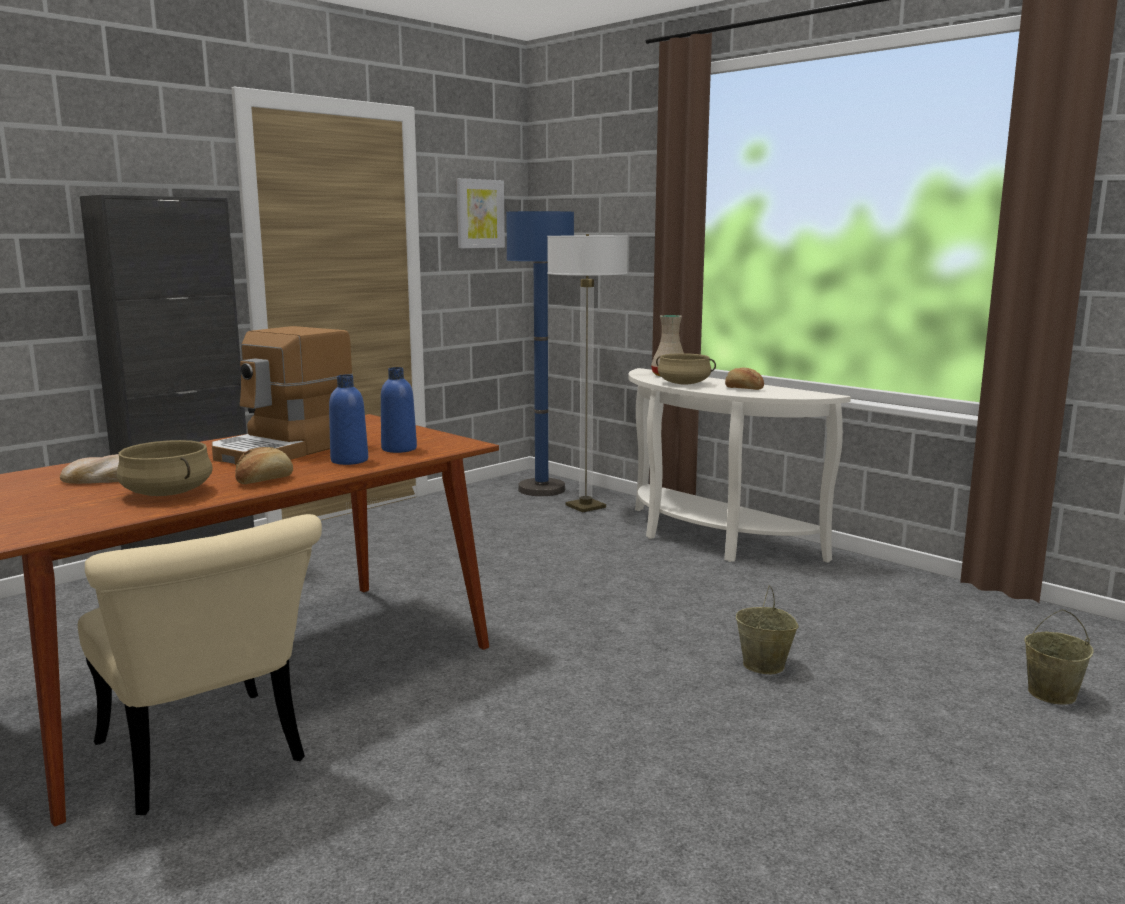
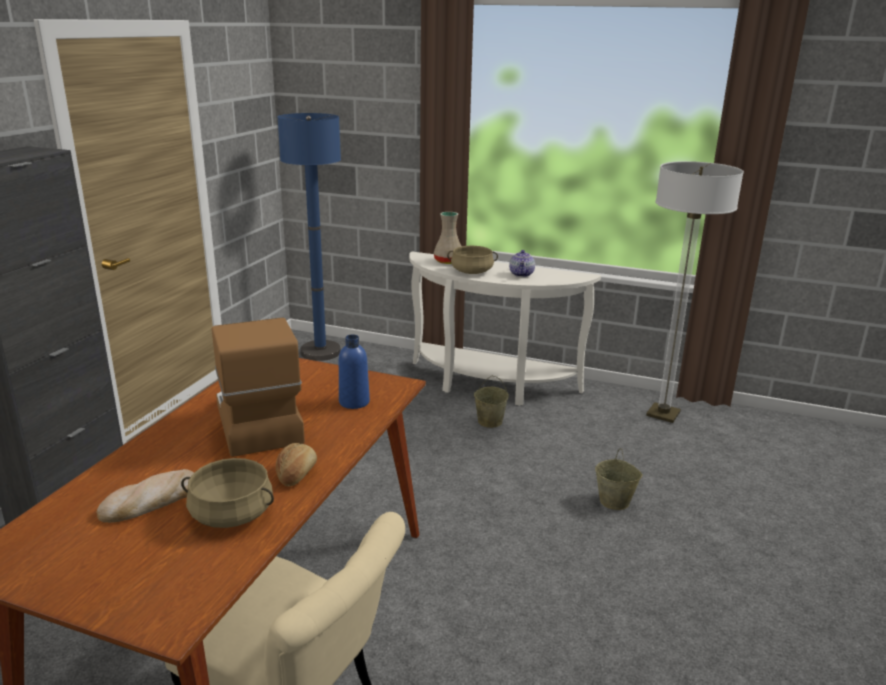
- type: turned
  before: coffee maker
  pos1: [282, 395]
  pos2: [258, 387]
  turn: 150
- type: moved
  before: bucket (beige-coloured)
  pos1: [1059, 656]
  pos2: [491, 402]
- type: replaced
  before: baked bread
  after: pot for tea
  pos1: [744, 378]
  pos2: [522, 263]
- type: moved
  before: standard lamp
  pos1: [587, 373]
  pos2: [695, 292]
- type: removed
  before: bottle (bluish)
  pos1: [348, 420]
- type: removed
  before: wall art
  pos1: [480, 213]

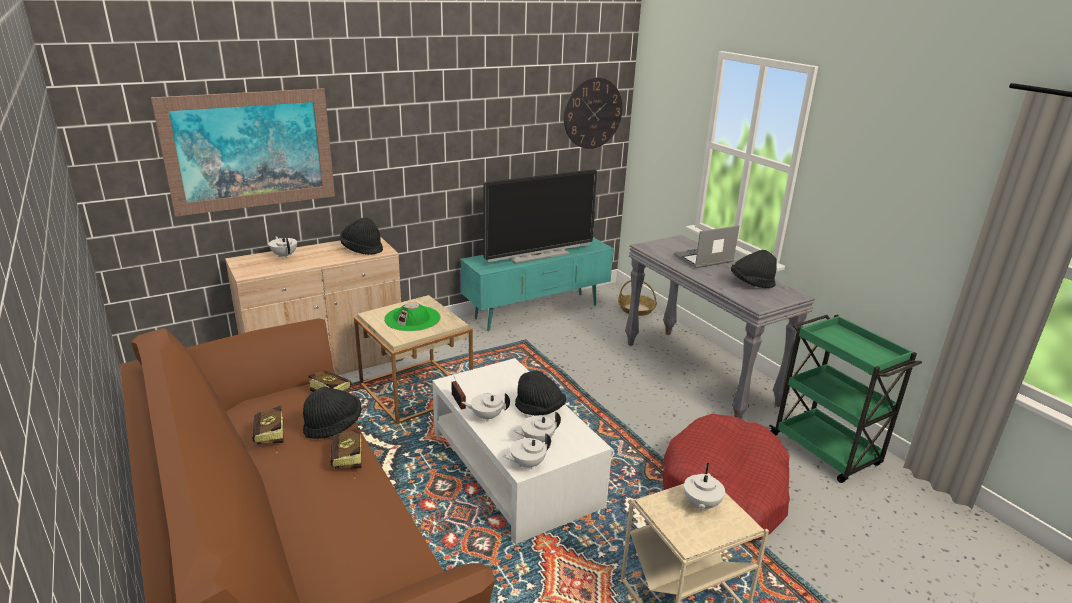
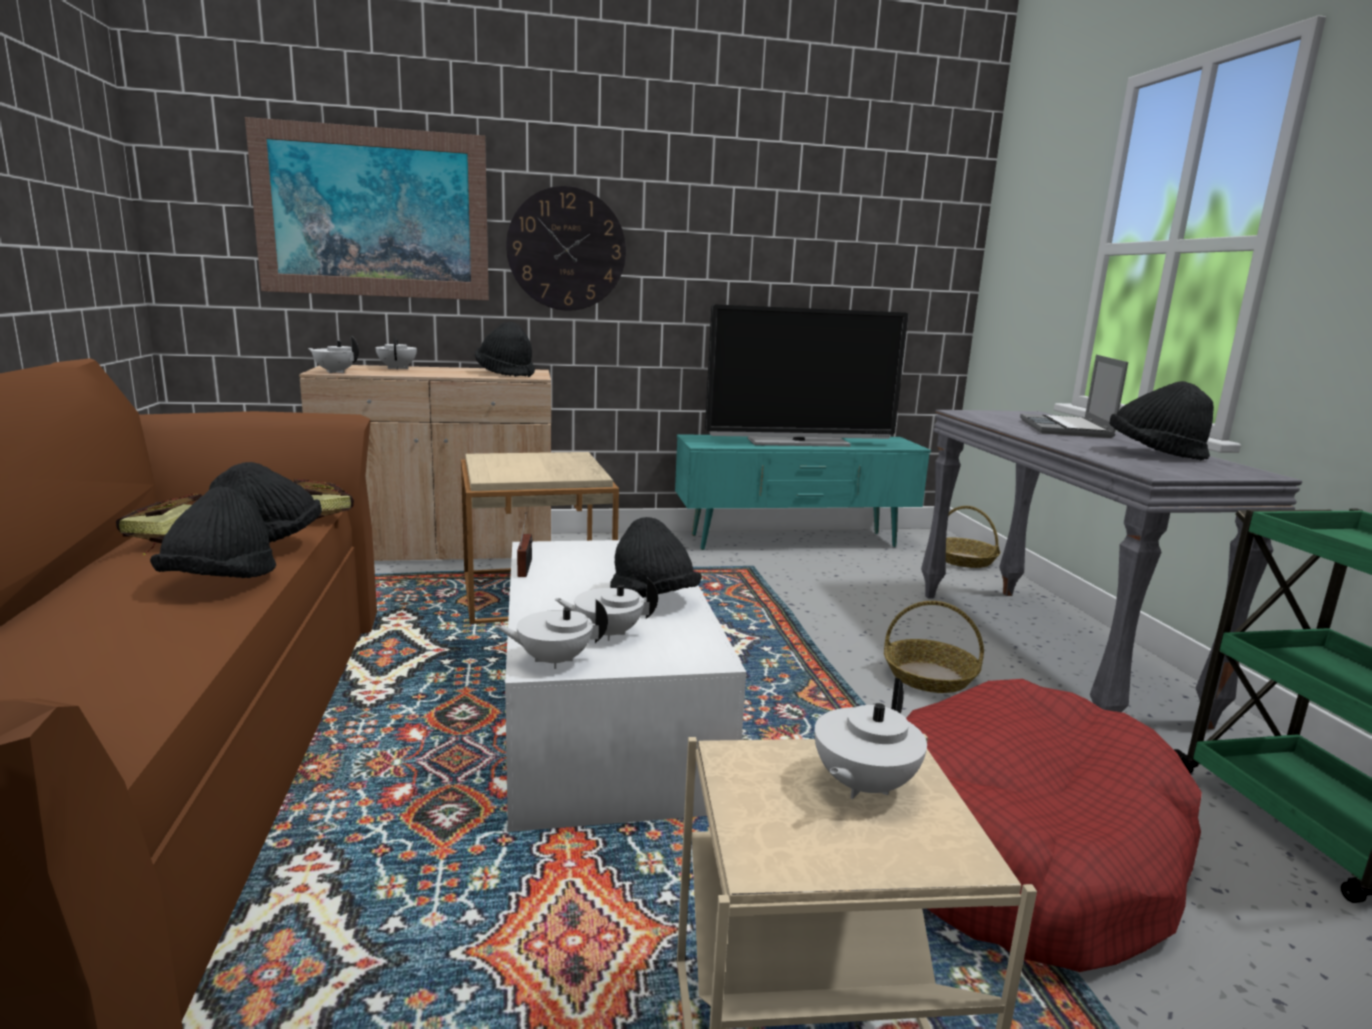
- type: replaced
  before: bound book
  after: hat (blackish)
  pos1: [346, 453]
  pos2: [213, 532]
- type: moved
  before: pot for tea (whitish)
  pos1: [486, 406]
  pos2: [333, 354]
- type: moved
  before: hanging clock
  pos1: [593, 113]
  pos2: [566, 248]
- type: added
  after: storage basket
  pos2: [934, 647]
- type: turned
  before: laptop
  pos1: [706, 246]
  pos2: [1074, 396]
  turn: -75
- type: removed
  before: hat (green-coloured)
  pos1: [412, 316]

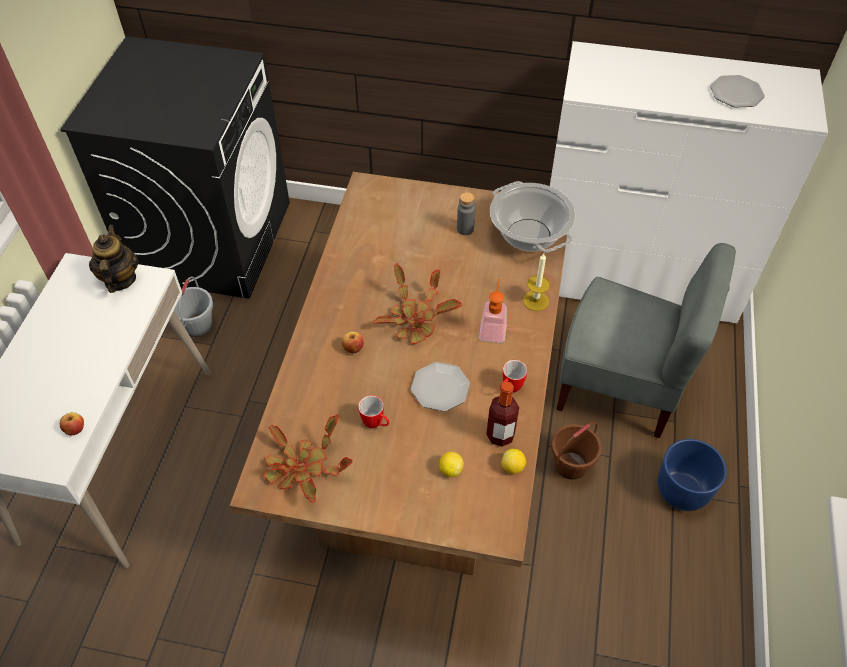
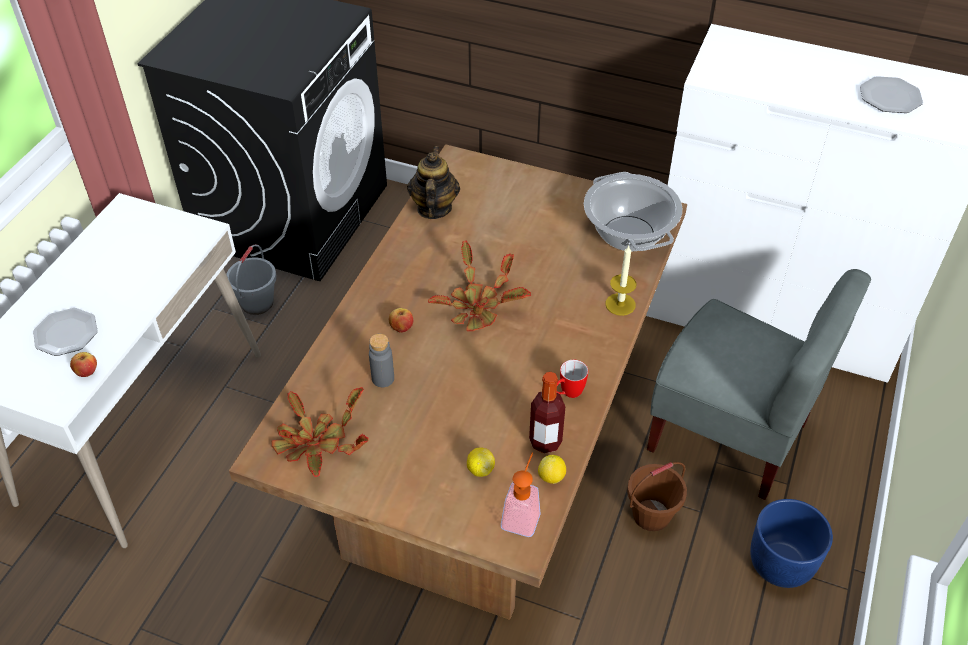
- type: moved
  before: dinner plate
  pos1: [440, 387]
  pos2: [65, 332]
- type: moved
  before: bottle (greyish)
  pos1: [466, 213]
  pos2: [381, 360]
- type: moved
  before: pot for tea
  pos1: [113, 259]
  pos2: [433, 182]
- type: moved
  before: soap dispenser
  pos1: [492, 310]
  pos2: [521, 495]
- type: removed
  before: coffee mug
  pos1: [373, 411]

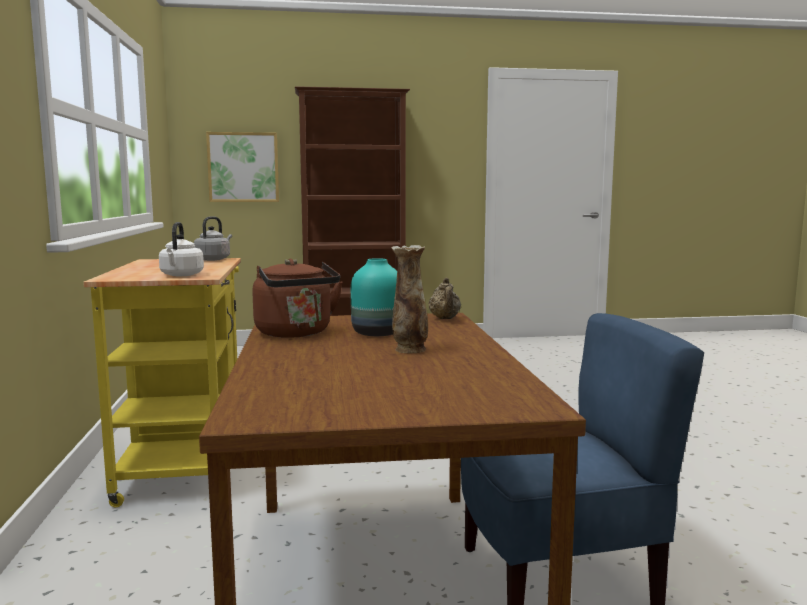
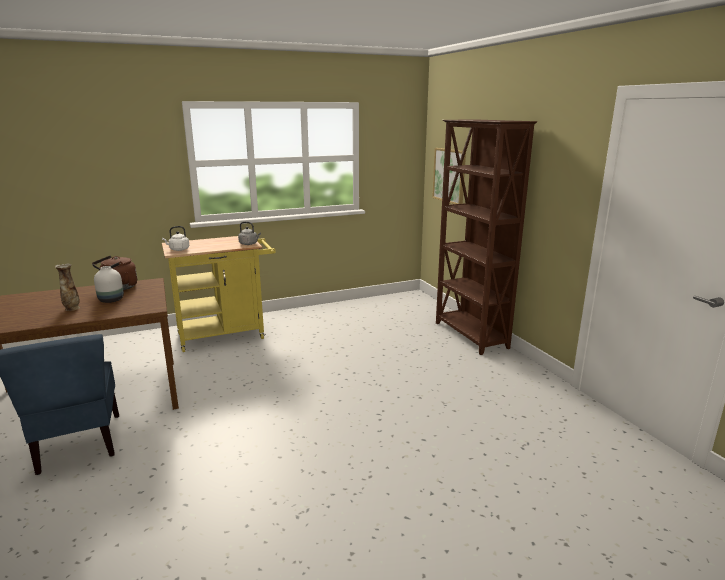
- type: recoloured
  before: flower vase (blue-green)
  after: flower vase (whitish)
  pos1: [374, 297]
  pos2: [109, 284]
- type: removed
  before: pot for tea (beige-coloured)
  pos1: [444, 298]

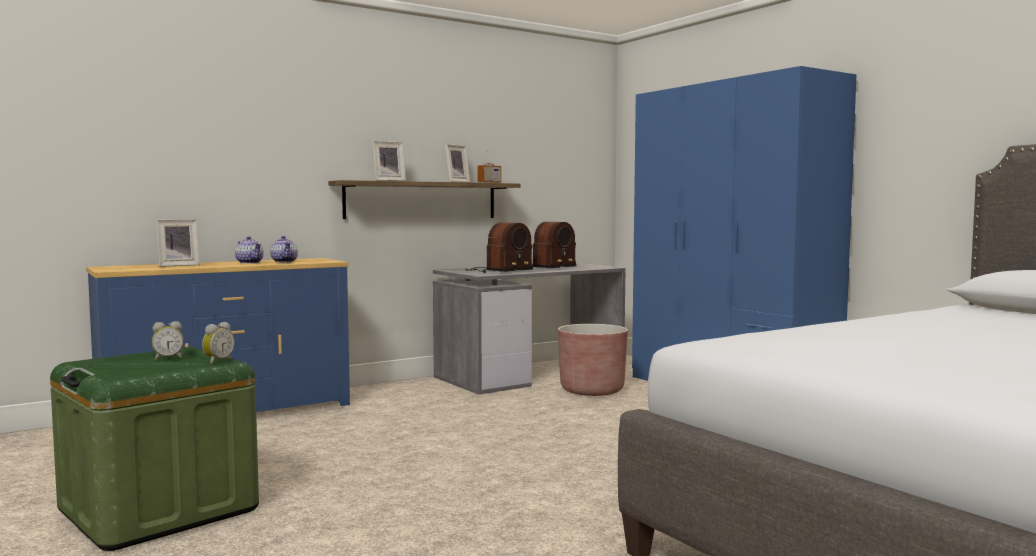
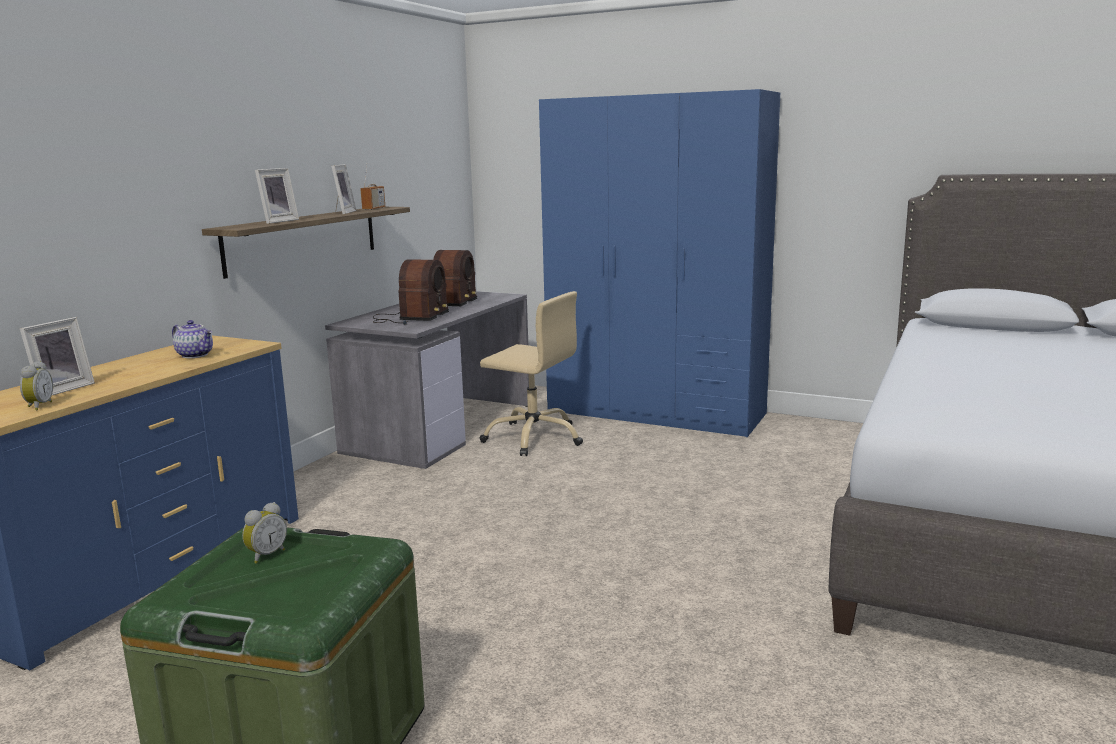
- type: moved
  before: bedside clock
  pos1: [218, 343]
  pos2: [36, 385]
- type: replaced
  before: flower pot (brown-coloured)
  after: computer chair (beige-coloured)
  pos1: [593, 360]
  pos2: [531, 373]
- type: removed
  before: pot for tea
  pos1: [249, 250]

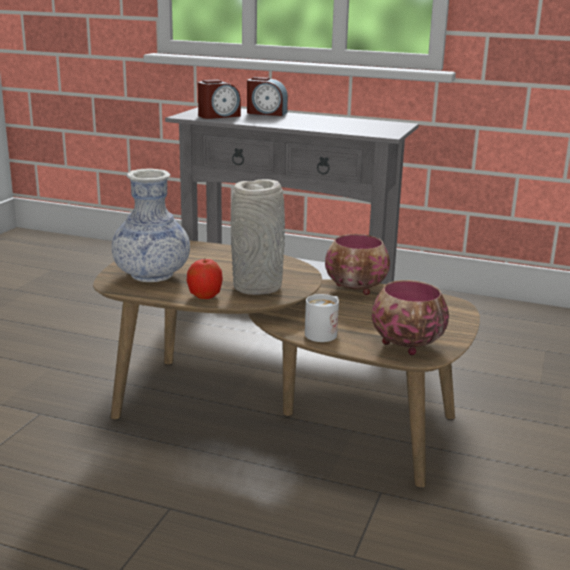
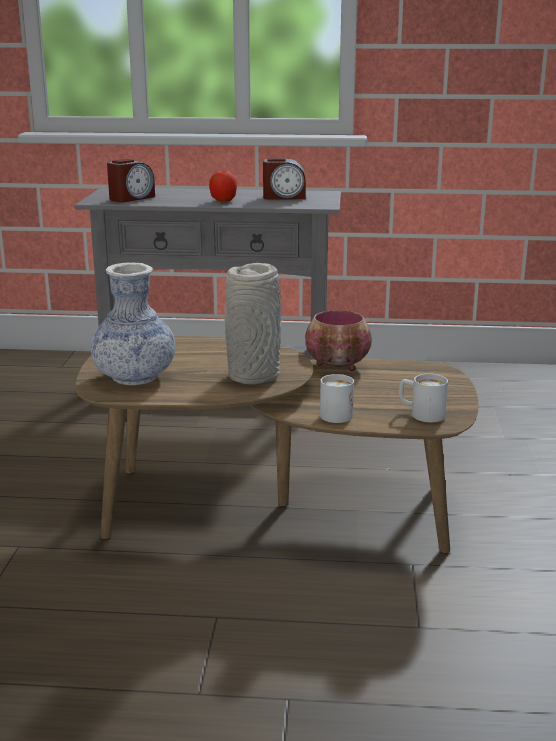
- type: moved
  before: whole apple
  pos1: [204, 279]
  pos2: [223, 186]
- type: moved
  before: bedside clock
  pos1: [267, 96]
  pos2: [284, 178]
- type: replaced
  before: bowl
  after: coffee mug (whitish)
  pos1: [410, 317]
  pos2: [423, 398]

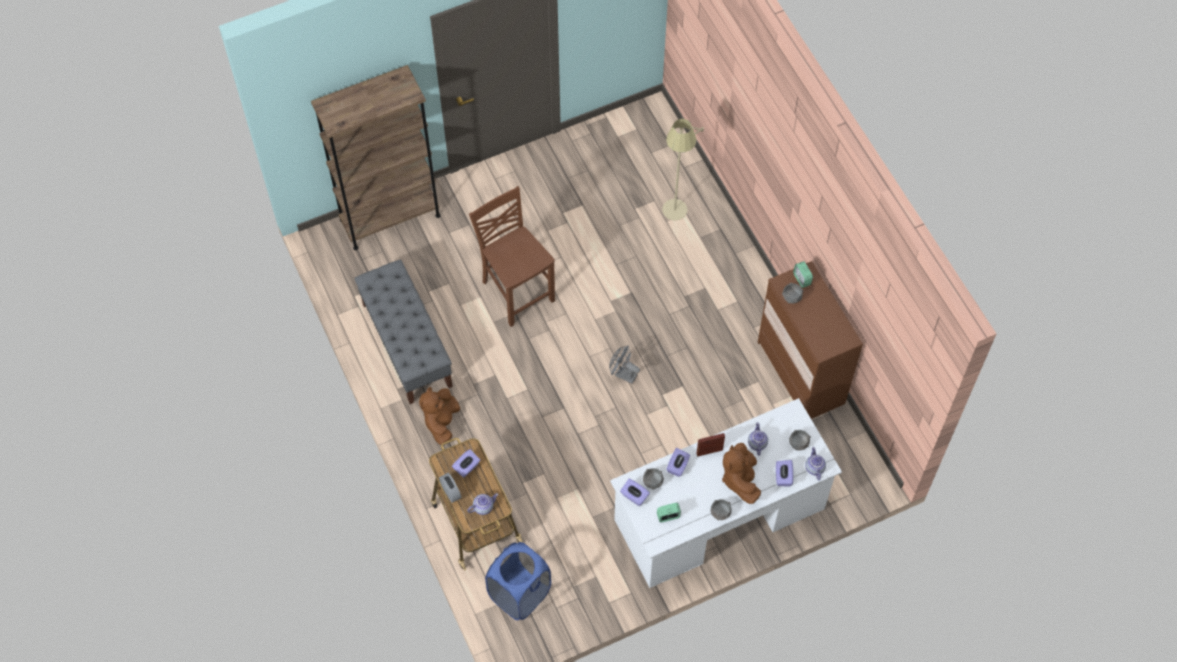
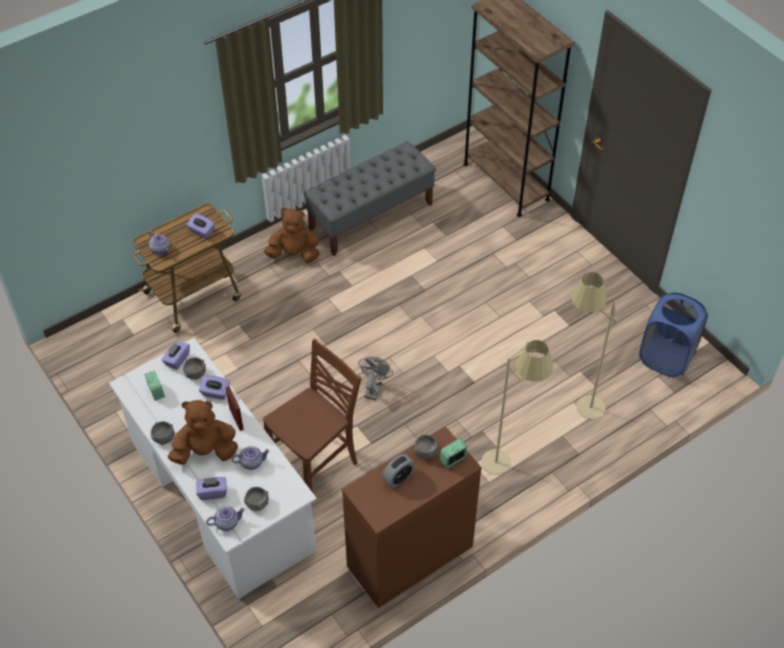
- type: moved
  before: plain chair (brown-coloured)
  pos1: [512, 256]
  pos2: [312, 421]
- type: moved
  before: bedside clock
  pos1: [450, 488]
  pos2: [399, 471]
- type: added
  after: standard lamp (beige-coloured)
  pos2: [517, 407]
- type: moved
  before: laundry basket (bluish)
  pos1: [518, 581]
  pos2: [673, 334]

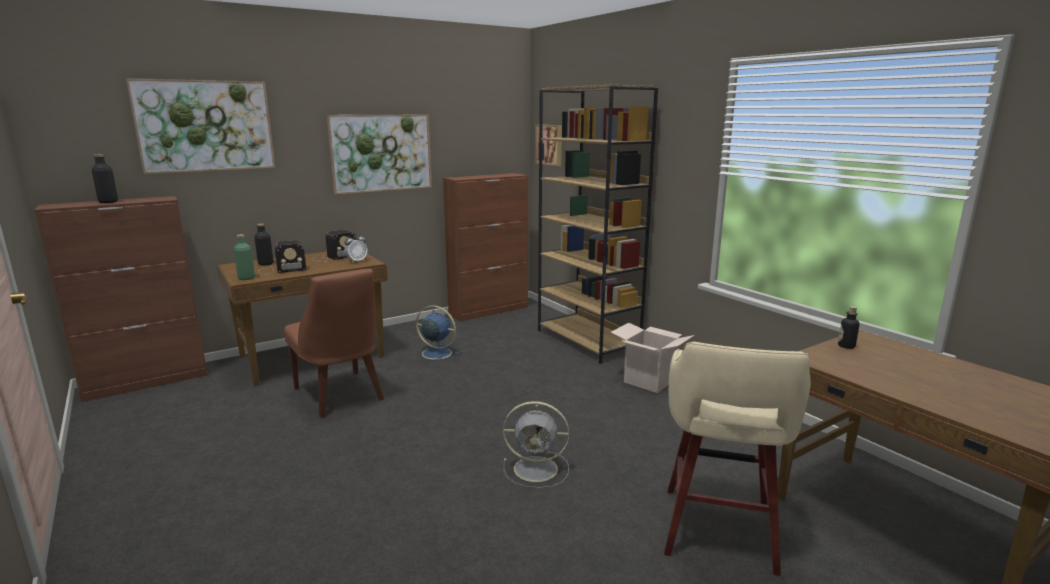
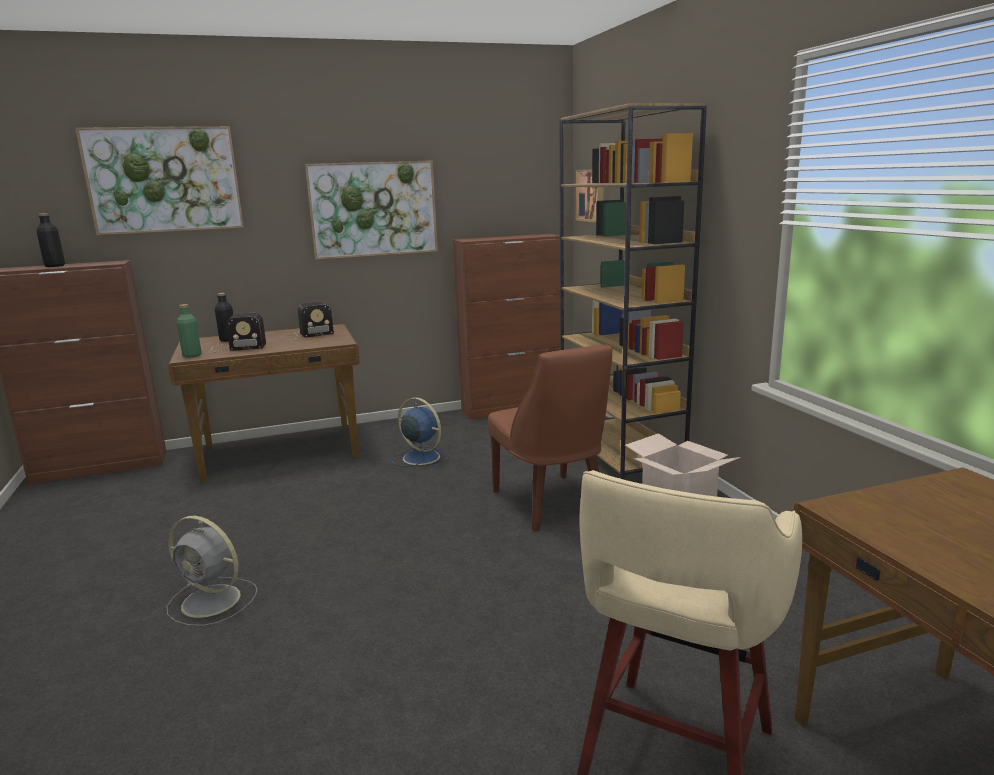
- type: moved
  before: electric fan (greyish)
  pos1: [536, 444]
  pos2: [211, 571]
- type: moved
  before: plain chair (brown-coloured)
  pos1: [334, 343]
  pos2: [550, 438]
- type: removed
  before: bedside clock
  pos1: [355, 248]
- type: removed
  before: bottle
  pos1: [849, 327]

